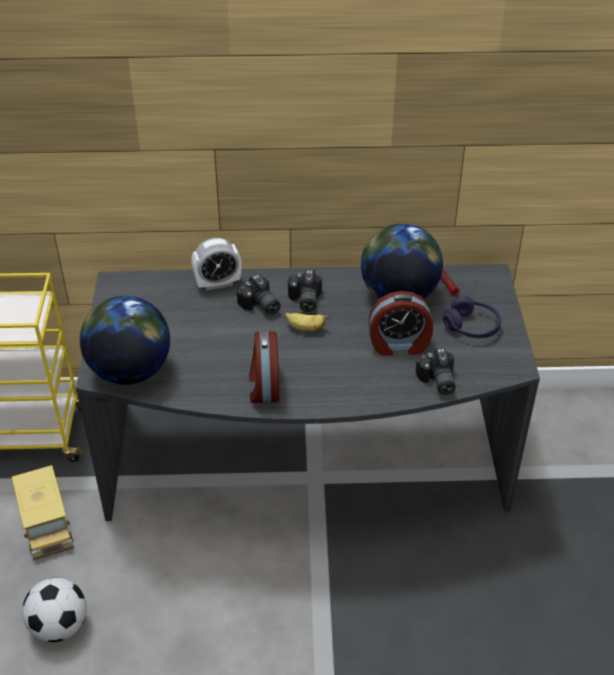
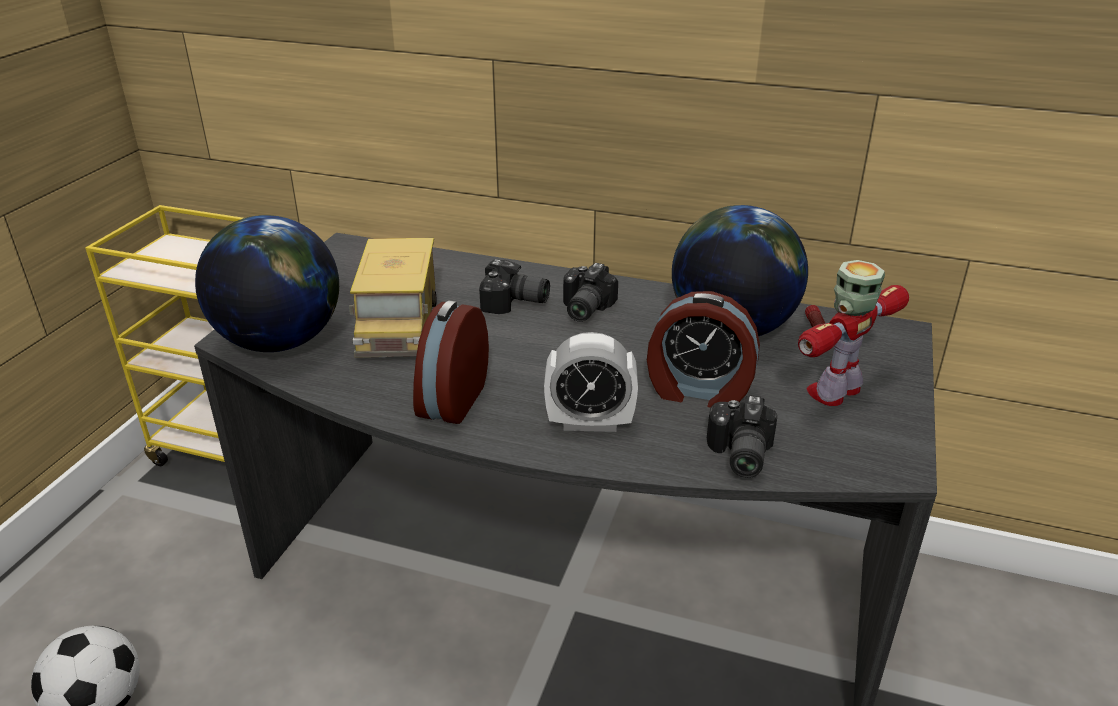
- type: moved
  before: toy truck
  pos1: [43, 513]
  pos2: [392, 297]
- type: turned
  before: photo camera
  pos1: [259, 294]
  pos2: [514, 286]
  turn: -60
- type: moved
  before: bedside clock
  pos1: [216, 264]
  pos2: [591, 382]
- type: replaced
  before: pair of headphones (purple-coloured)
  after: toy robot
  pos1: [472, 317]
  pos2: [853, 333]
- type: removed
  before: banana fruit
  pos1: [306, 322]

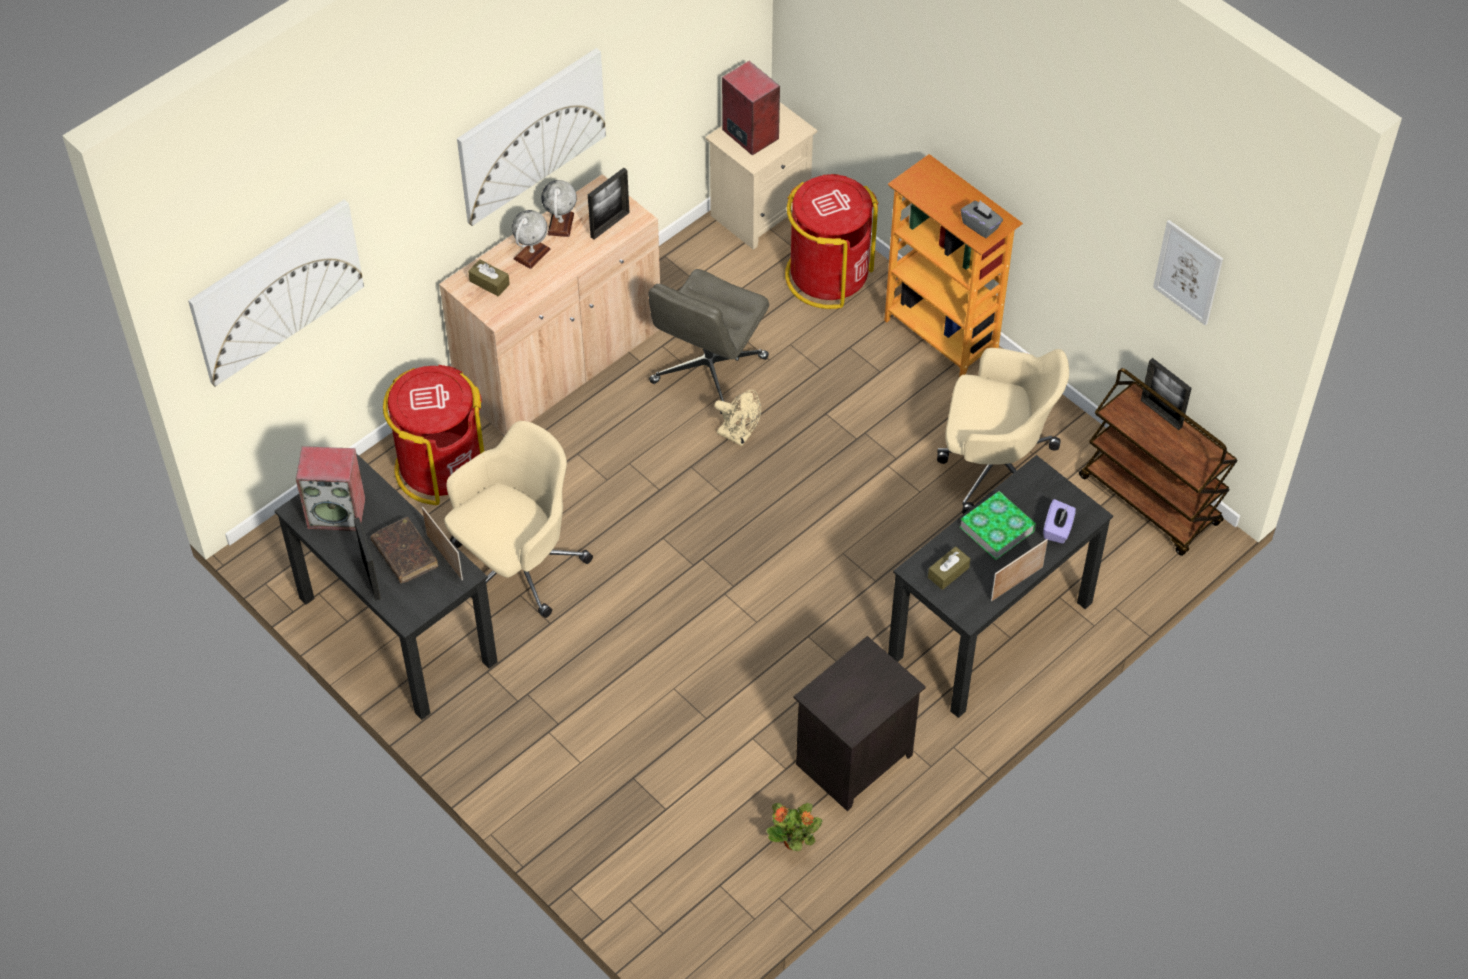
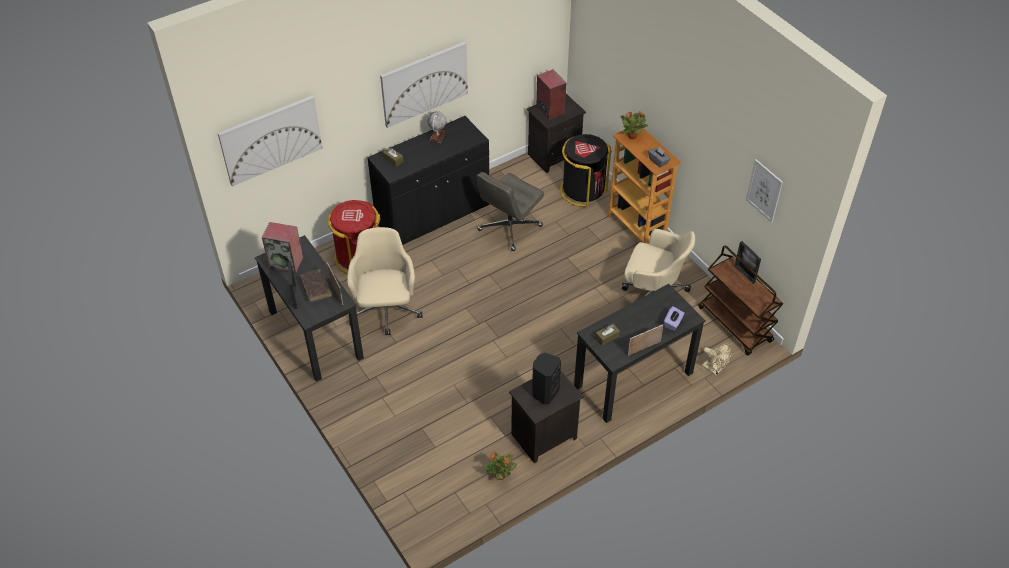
- type: turned
  before: computer chair (beige-coloured)
  pos1: [518, 519]
  pos2: [385, 281]
  turn: -60
- type: recoloured
  before: storage cabinet (beige-coloured)
  after: storage cabinet (blackish)
  pos1: [549, 305]
  pos2: [428, 180]
- type: recoloured
  before: night table (beige-coloured)
  after: night table (blackish)
  pos1: [761, 176]
  pos2: [556, 133]
- type: added
  after: speaker (blackish)
  pos2: [546, 379]
- type: recoloured
  before: waste bin (red-coloured)
  after: waste bin (blackish)
  pos1: [832, 241]
  pos2: [586, 170]
- type: added
  after: potted plant
  pos2: [634, 125]
- type: moved
  before: electric fan (beige-coloured)
  pos1: [737, 418]
  pos2: [716, 359]
- type: removed
  before: globe
  pos1: [531, 239]
- type: removed
  before: photo frame
  pos1: [608, 204]
- type: removed
  before: bound book
  pos1: [998, 525]

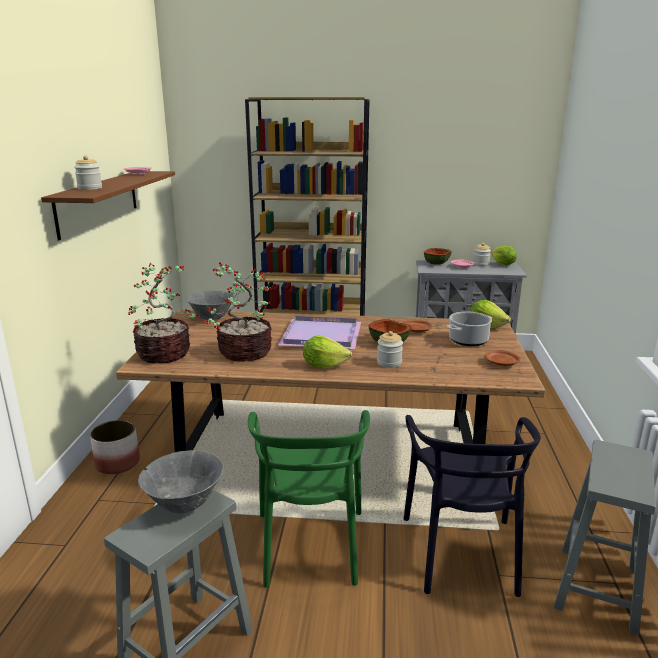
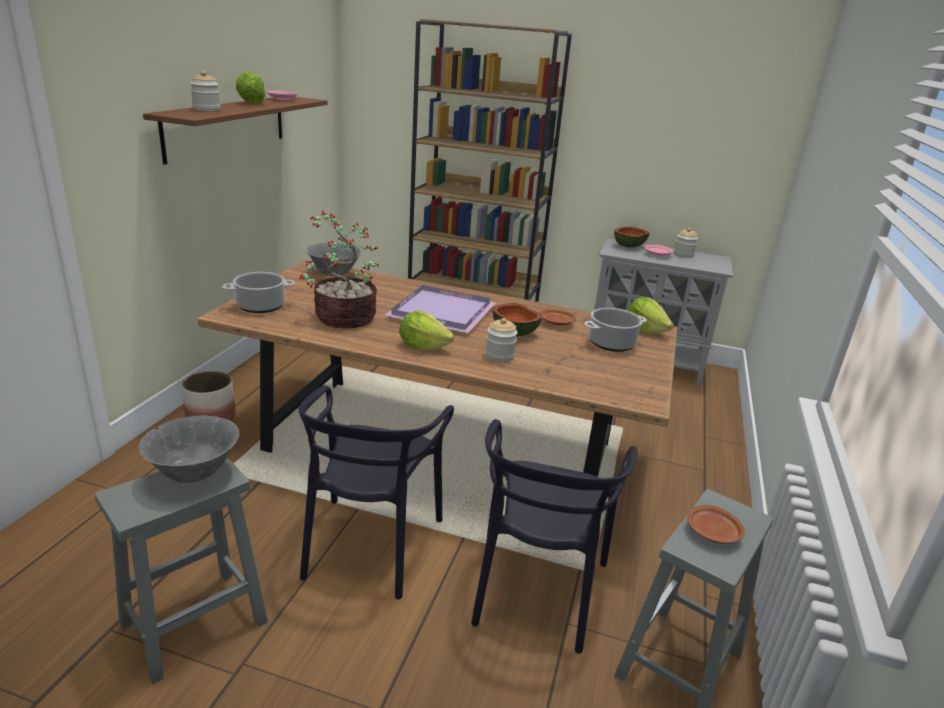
- type: replaced
  before: potted plant
  after: saucepot
  pos1: [164, 313]
  pos2: [258, 292]
- type: moved
  before: lettuce
  pos1: [504, 255]
  pos2: [251, 87]
- type: recoloured
  before: plain chair (green-coloured)
  after: plain chair (blackish)
  pos1: [309, 499]
  pos2: [376, 492]
- type: moved
  before: dinner plate (brown-coloured)
  pos1: [502, 358]
  pos2: [716, 524]

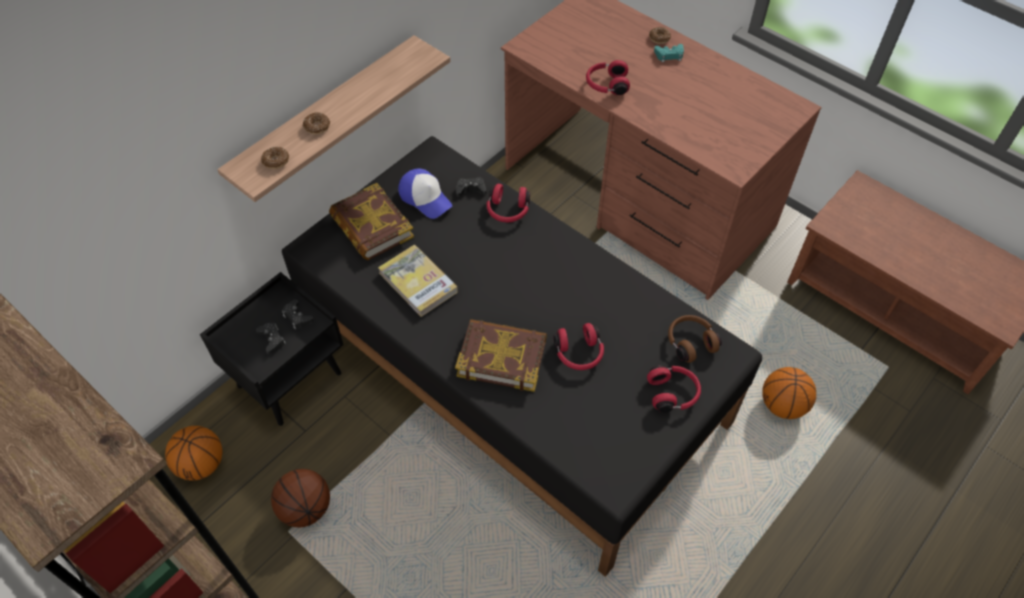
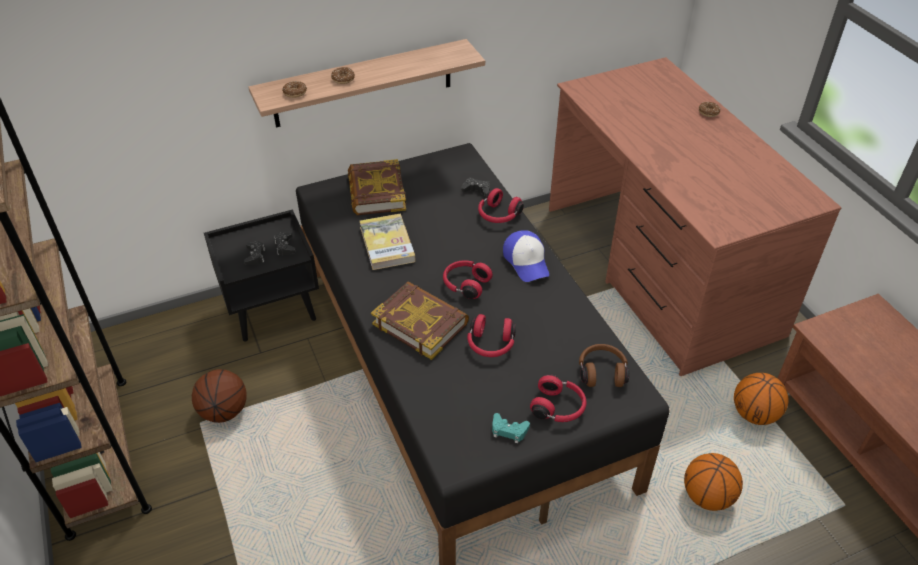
- type: moved
  before: pair of headphones (red-coloured)
  pos1: [608, 77]
  pos2: [468, 279]
- type: moved
  before: gamepad (blue-green)
  pos1: [669, 53]
  pos2: [511, 428]
- type: moved
  before: baseball cap
  pos1: [425, 193]
  pos2: [526, 256]
- type: moved
  before: basketball ball
  pos1: [193, 453]
  pos2: [761, 399]

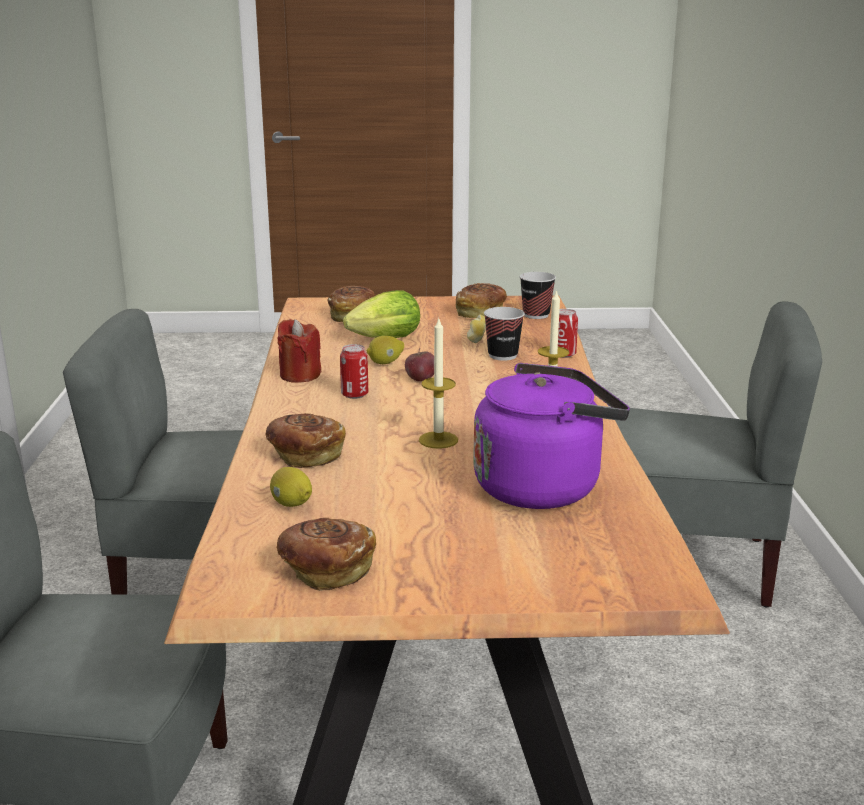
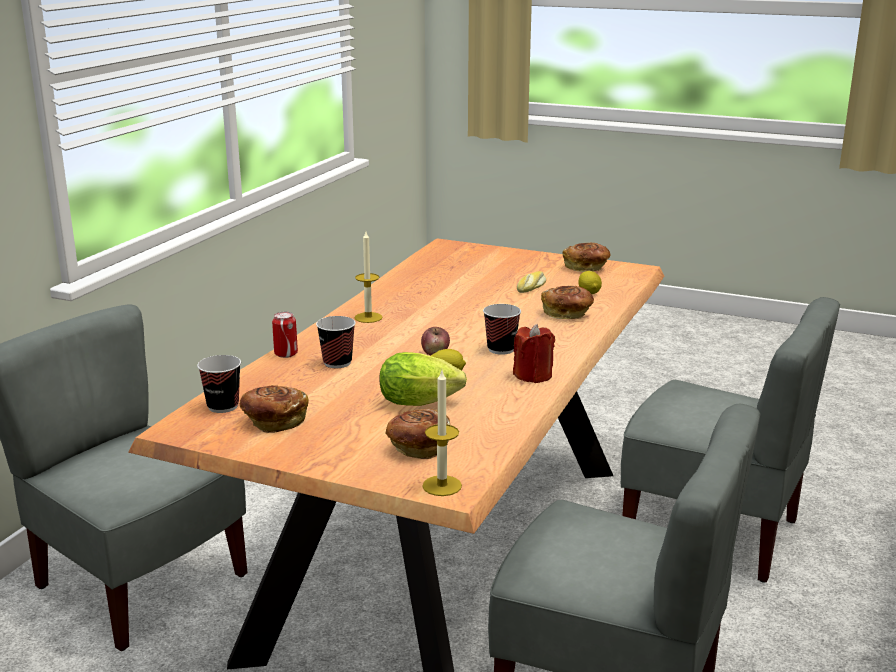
- type: moved
  before: wax light
  pos1: [438, 384]
  pos2: [442, 433]
- type: replaced
  before: sealed can
  after: cup
  pos1: [354, 371]
  pos2: [502, 329]
- type: moved
  before: baked bread
  pos1: [476, 329]
  pos2: [531, 282]
- type: removed
  before: tea kettle (purple-coloured)
  pos1: [551, 436]

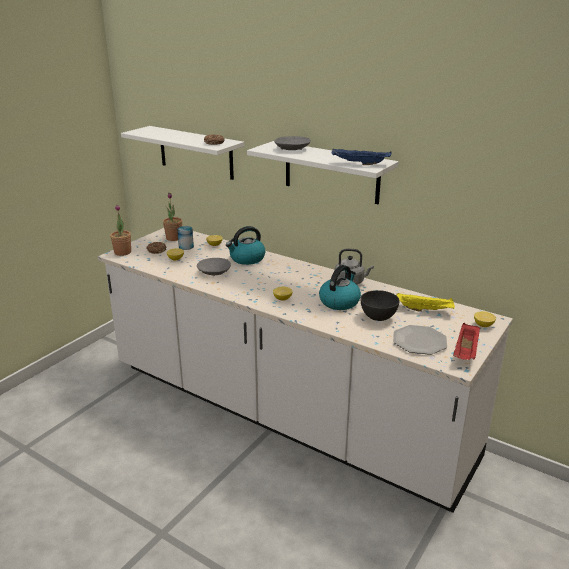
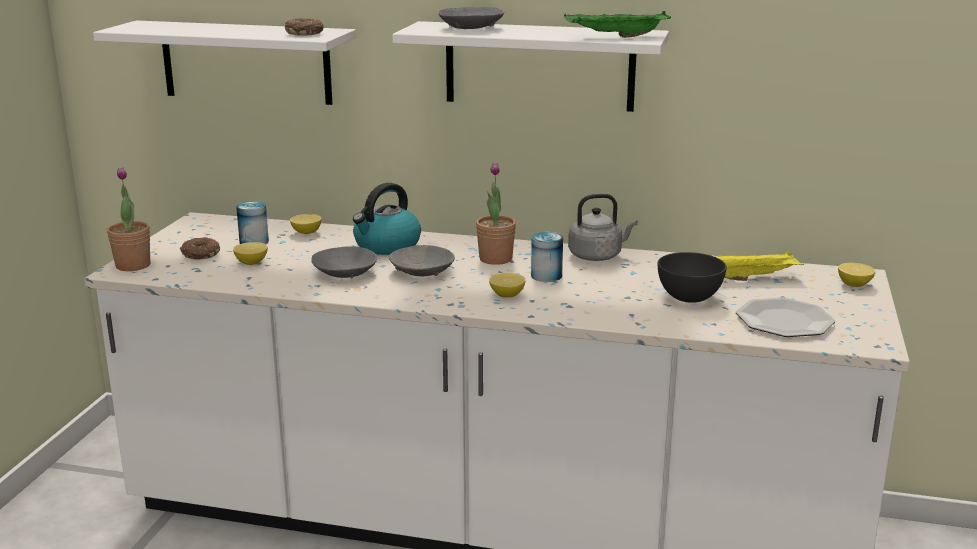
- type: added
  after: bowl (greyish)
  pos2: [422, 260]
- type: moved
  before: potted plant
  pos1: [172, 217]
  pos2: [496, 214]
- type: added
  after: sealed can
  pos2: [547, 257]
- type: recoloured
  before: serving tray (bluish)
  after: serving tray (green-coloured)
  pos1: [362, 157]
  pos2: [617, 24]
- type: removed
  before: tea kettle
  pos1: [340, 287]
- type: removed
  before: serving tray (red-coloured)
  pos1: [466, 341]

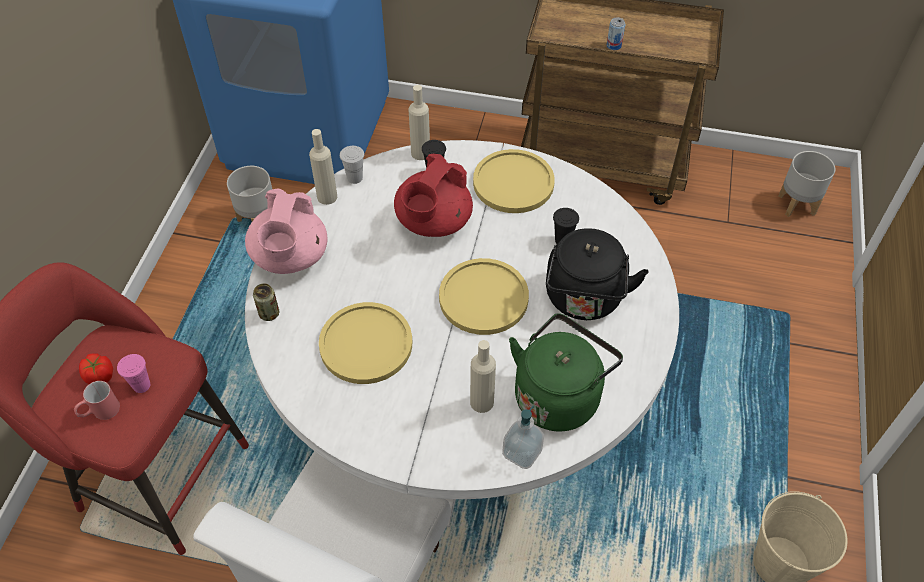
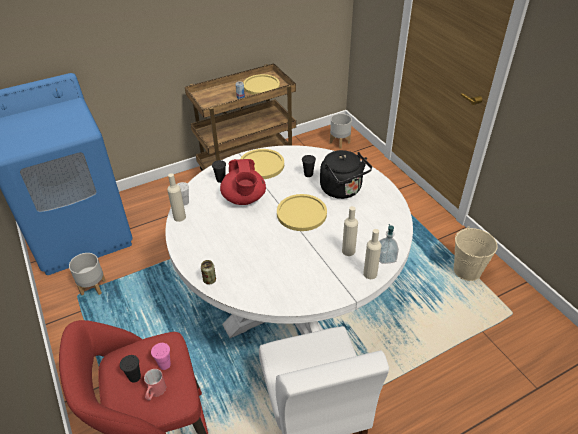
- type: replaced
  before: tomato
  after: cup (blackish)
  pos1: [96, 369]
  pos2: [130, 369]
- type: moved
  before: dinner plate (yellowish)
  pos1: [365, 343]
  pos2: [261, 84]
- type: moved
  before: bottle (beige-coloured)
  pos1: [419, 122]
  pos2: [372, 254]
- type: removed
  before: pot for tea (pink)
  pos1: [286, 231]
- type: removed
  before: tea kettle (green-coloured)
  pos1: [566, 372]

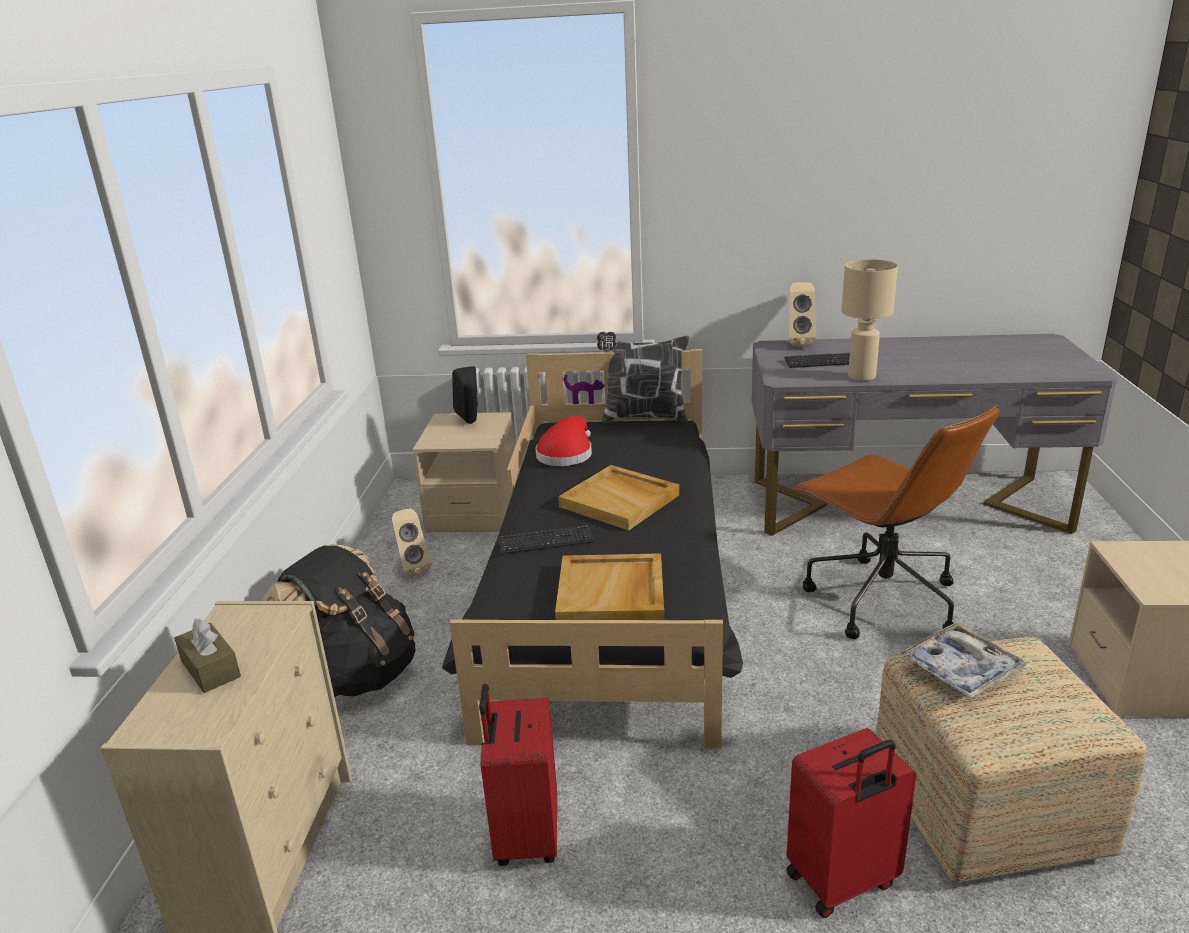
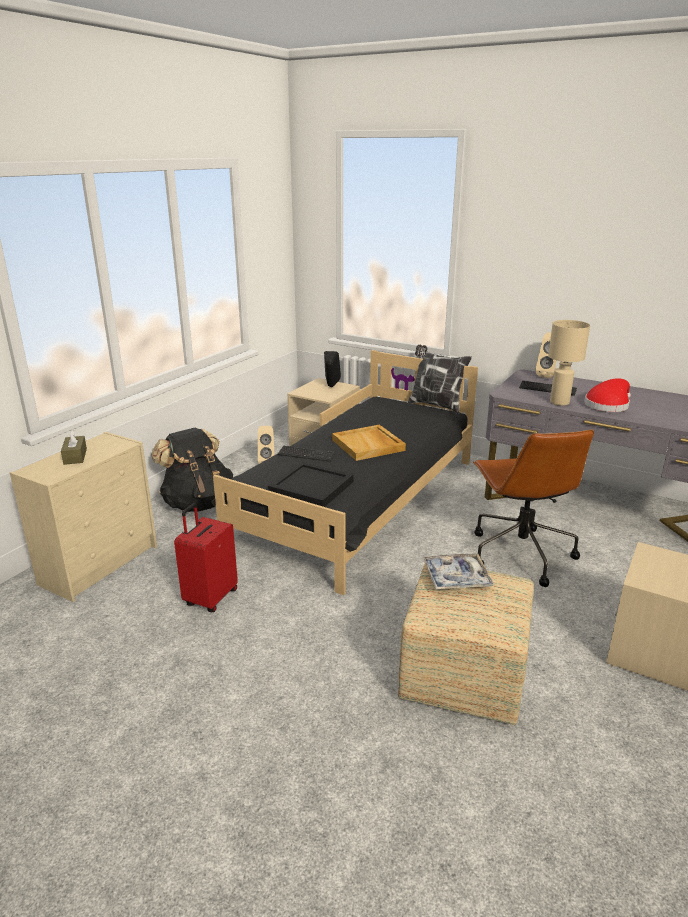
- type: recoloured
  before: serving tray (beige-coloured)
  after: serving tray (blackish)
  pos1: [609, 586]
  pos2: [310, 484]
- type: moved
  before: hat (red-coloured)
  pos1: [564, 441]
  pos2: [607, 395]
- type: removed
  before: travel case (red-coloured)
  pos1: [851, 823]

